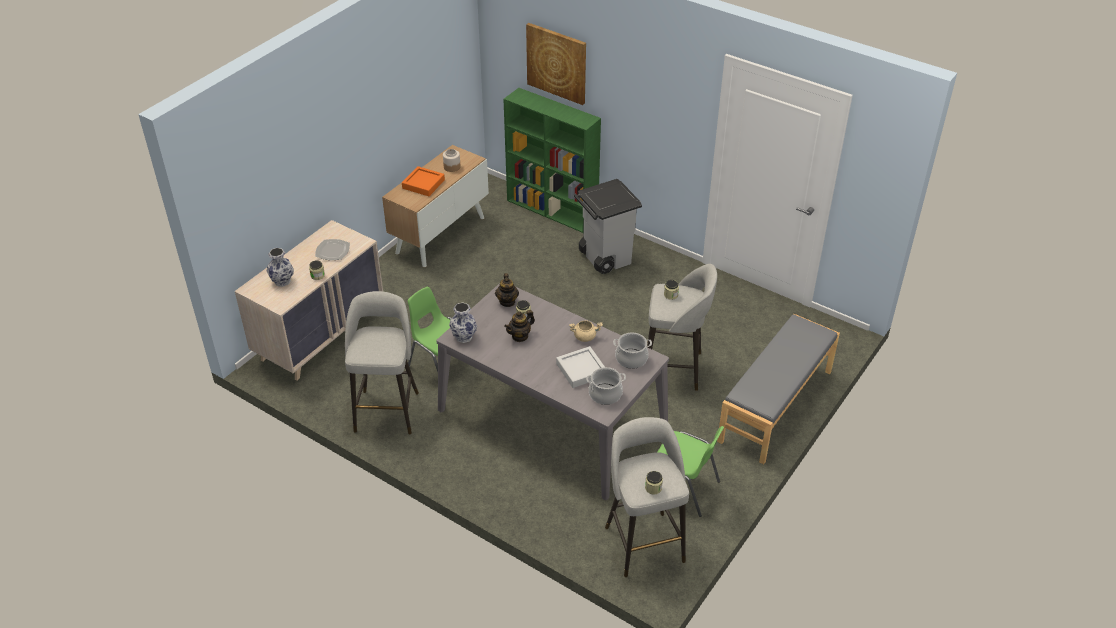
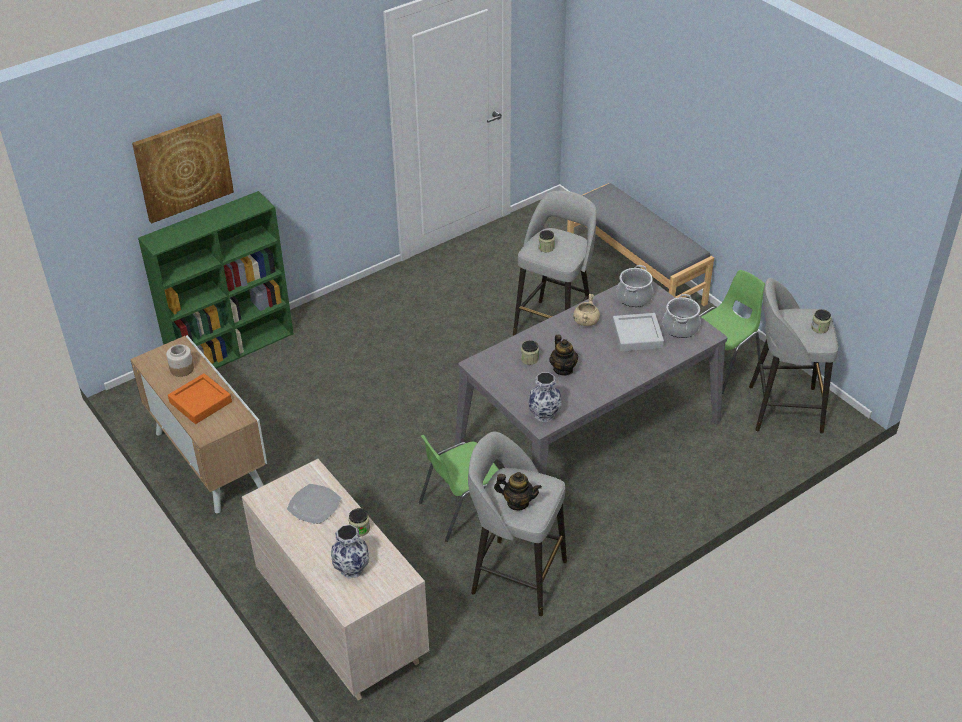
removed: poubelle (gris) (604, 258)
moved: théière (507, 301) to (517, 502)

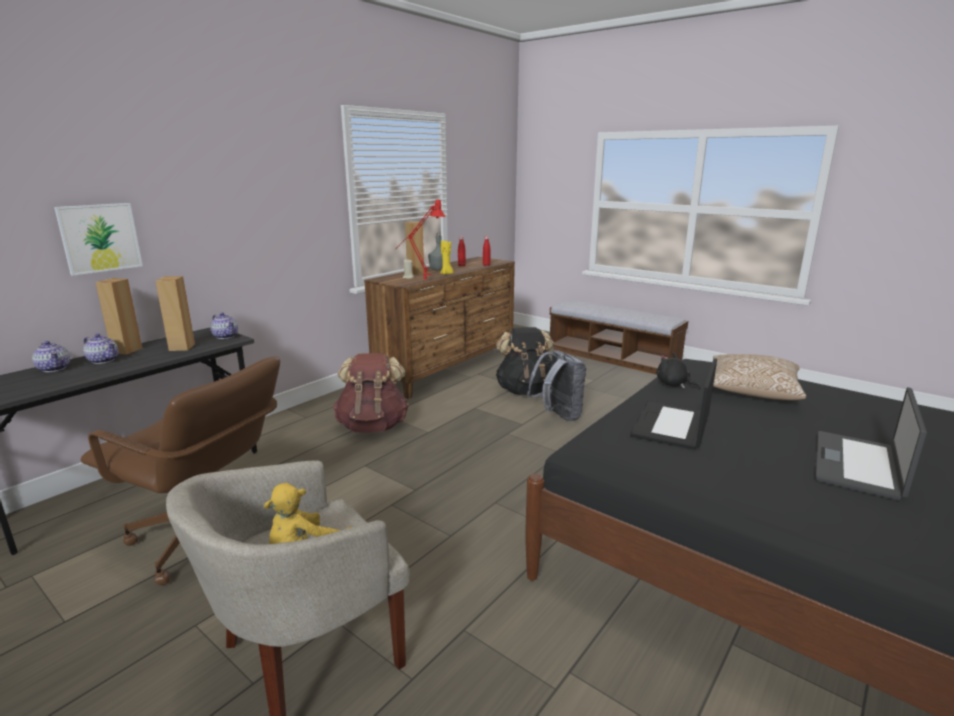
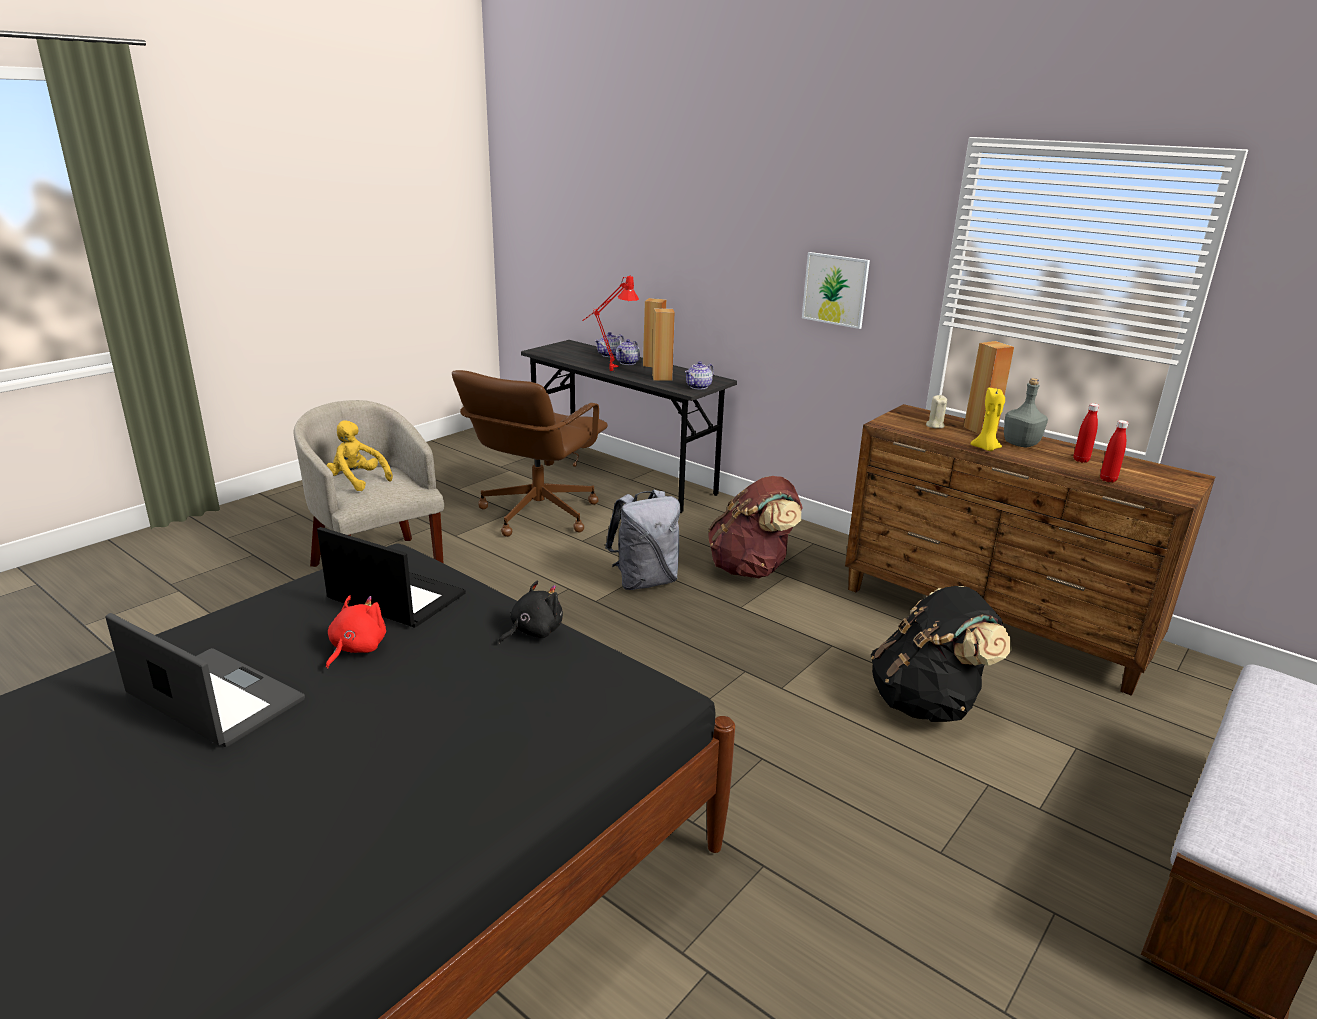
removed: coussin (752, 391)
added: peluche (rouge) (356, 649)
moved: tableau (100, 238) to (835, 289); lampe de table (rouge) (422, 281) to (607, 371); sac à dos (gris) (558, 416) to (645, 581)

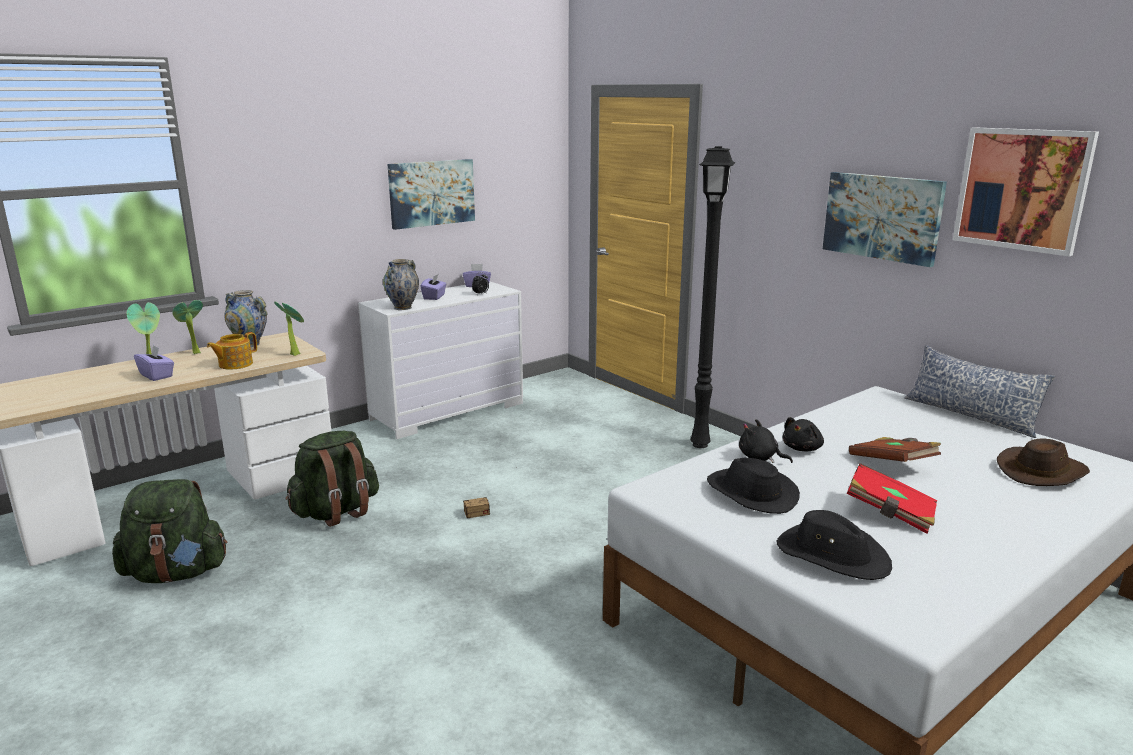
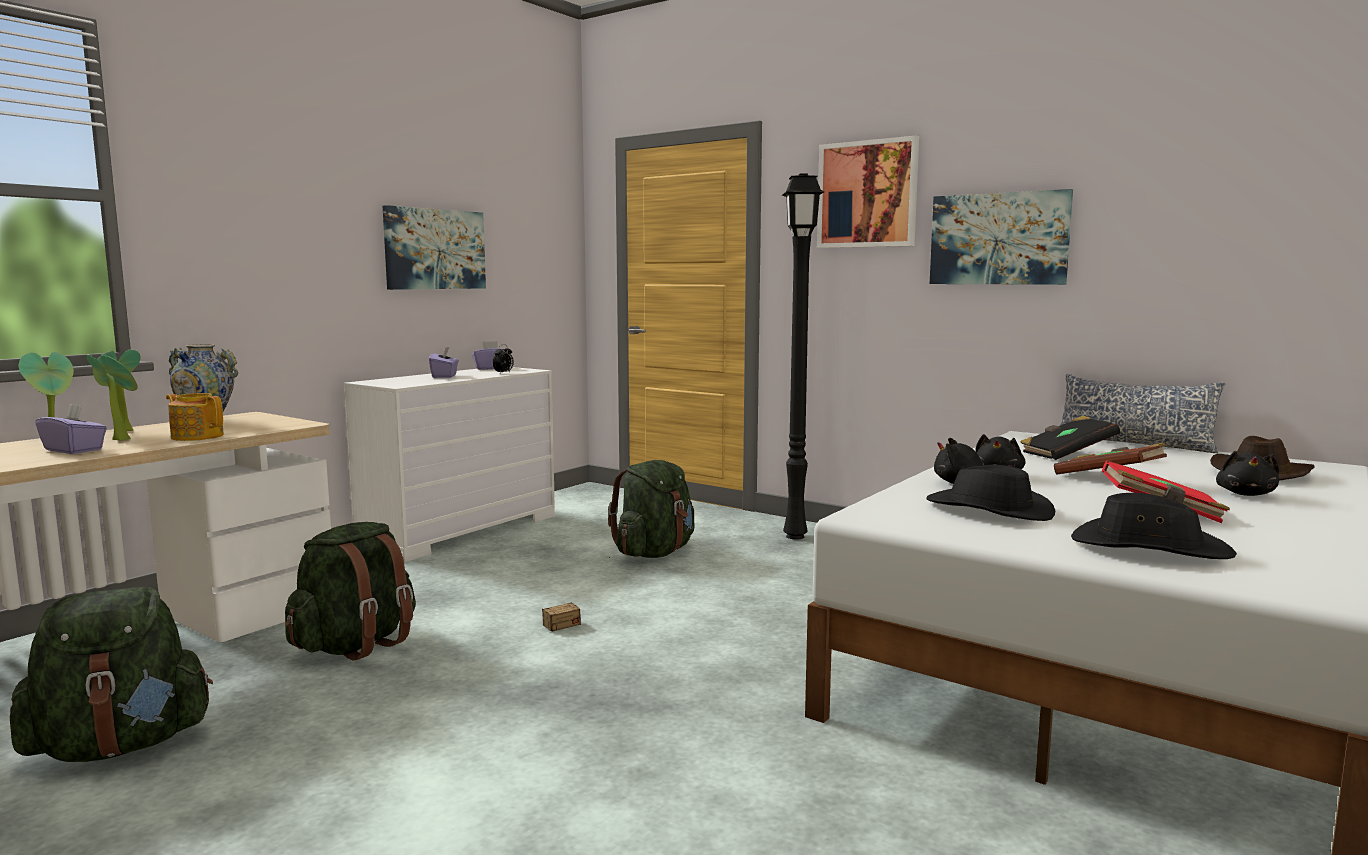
removed: vase (402, 308)
added: sac à dos (vert) (654, 553); livre (noir) (1067, 454); peluche (noir) (1246, 494)
moved: plante en pot (295, 354) to (121, 439); tableau (1022, 189) to (867, 194)
turned: théière (235, 364) = (197, 436) 90 degrees clockwise

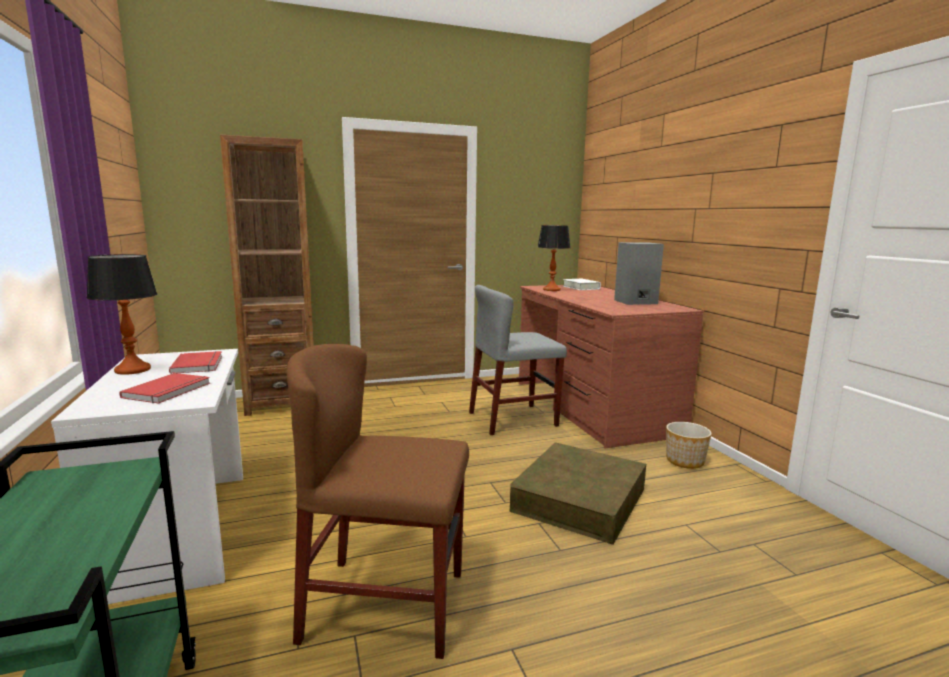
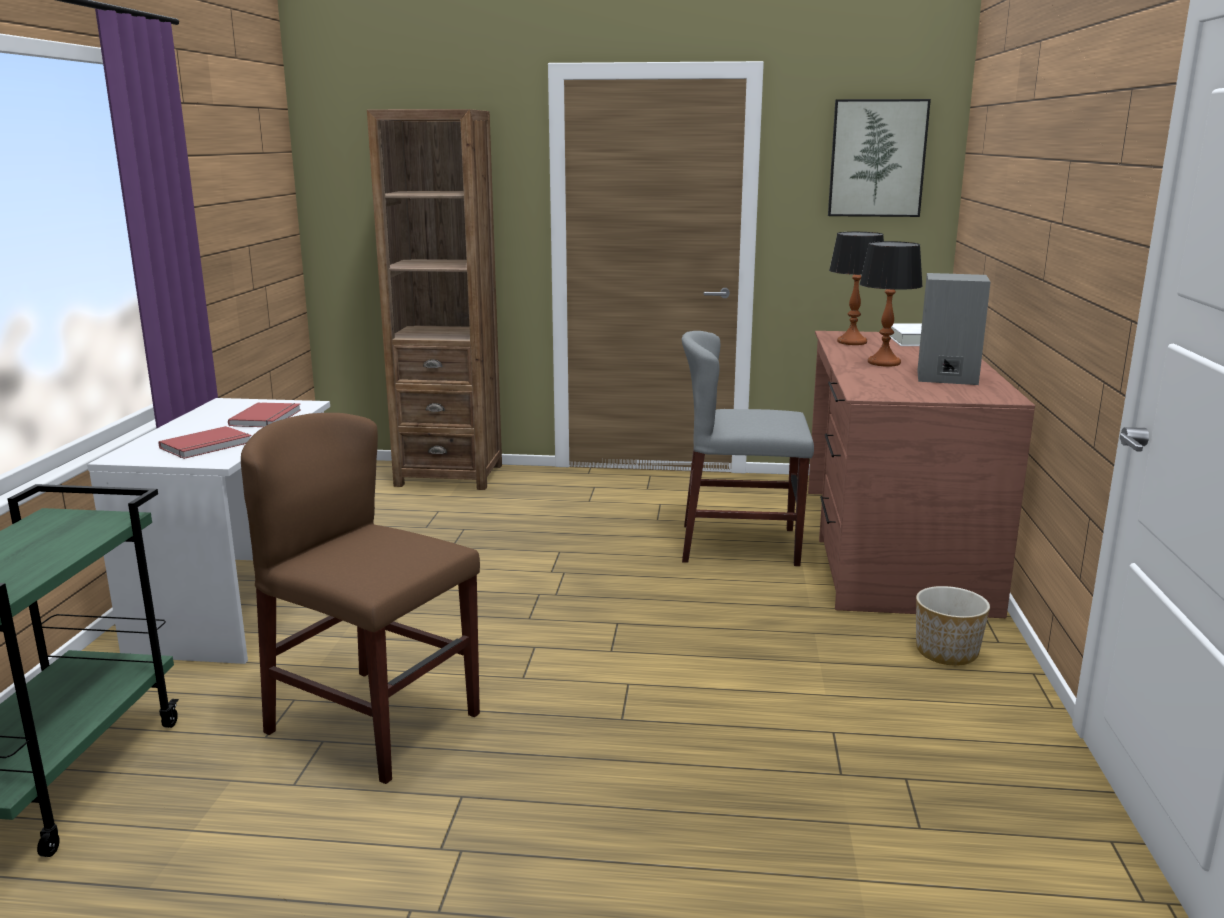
removed: boîte de rangement (marron) (579, 500)
added: tableau (877, 158)
moved: lampe de table (133, 370) to (884, 363)

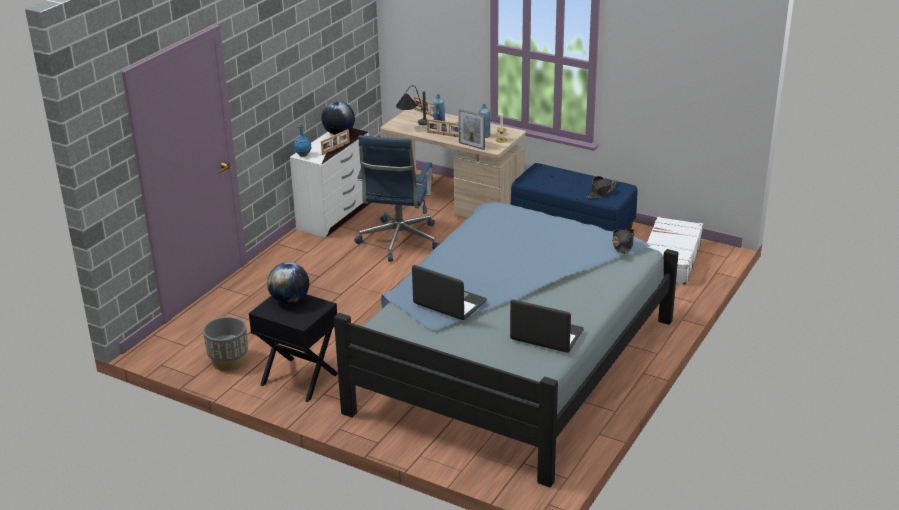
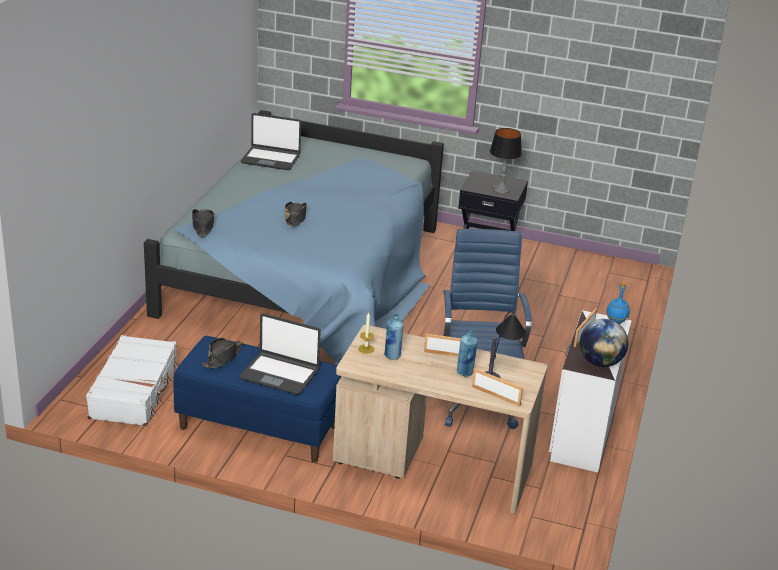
removed: cache-pot (gris) (228, 361); cadre photo (471, 146)
added: chapeau (noir) (295, 218)
moved: ordinateur portable (449, 303) to (279, 374)
replaced: globe (290, 301) to lampe de table (501, 190)

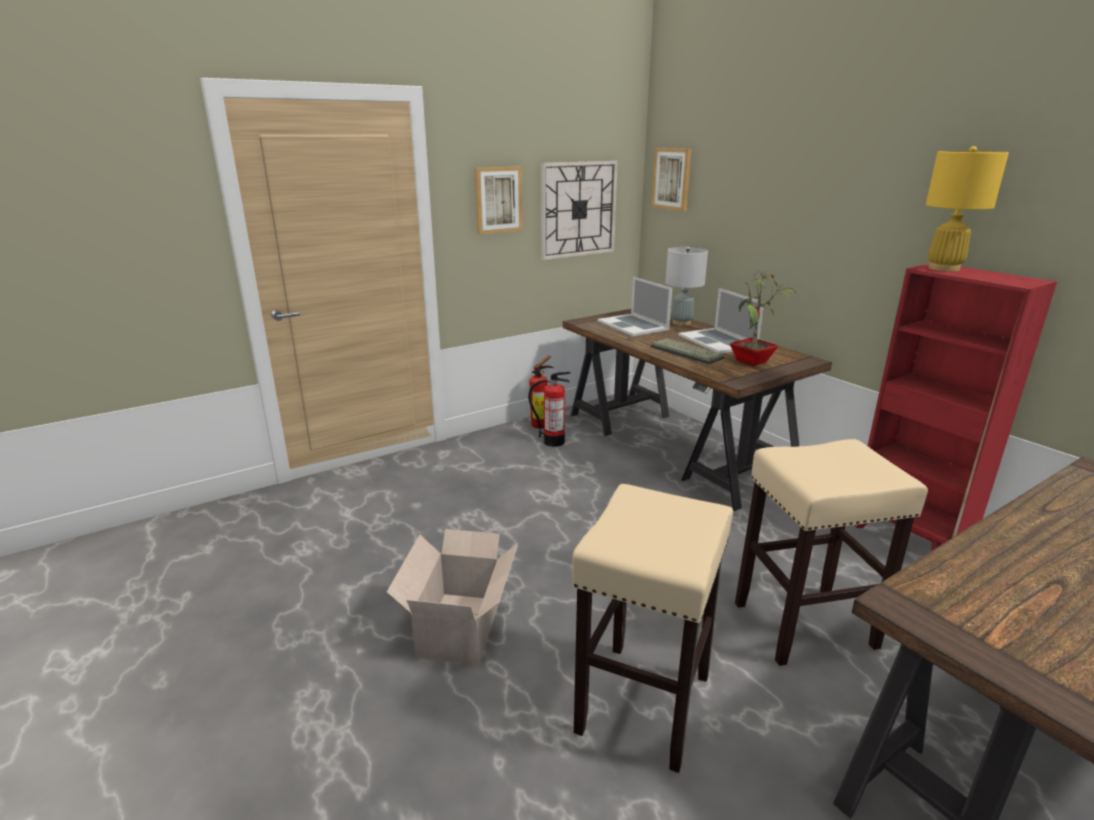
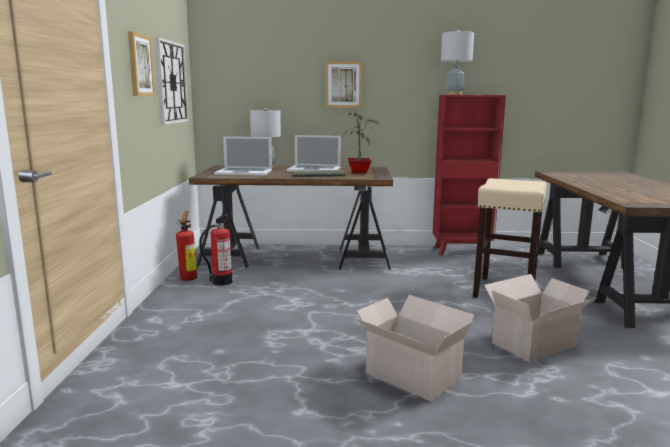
moved: tableau (672, 179) to (343, 84)
replaced: tabouret (beige) (643, 704) to carton (536, 344)
recoloured: lampe de table (jaune) (944, 268) to lampe de table (gris) (454, 94)

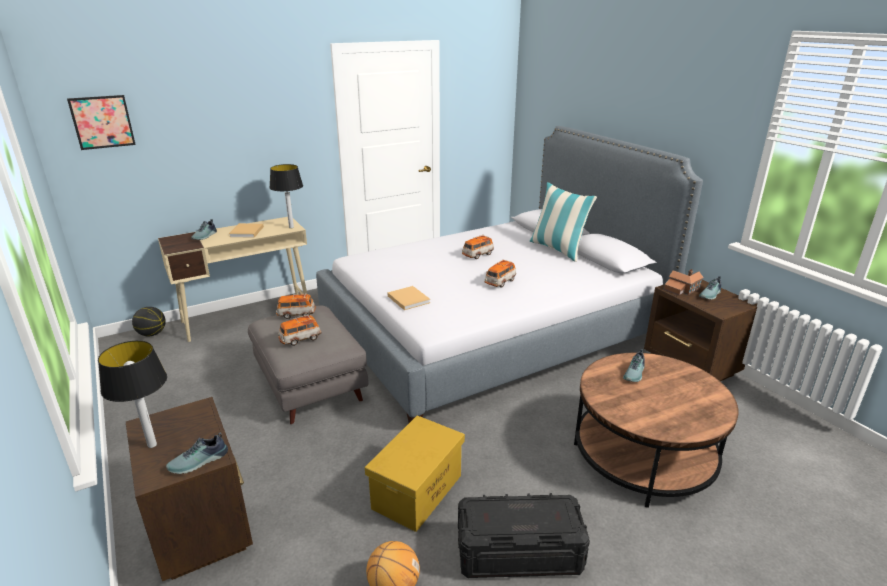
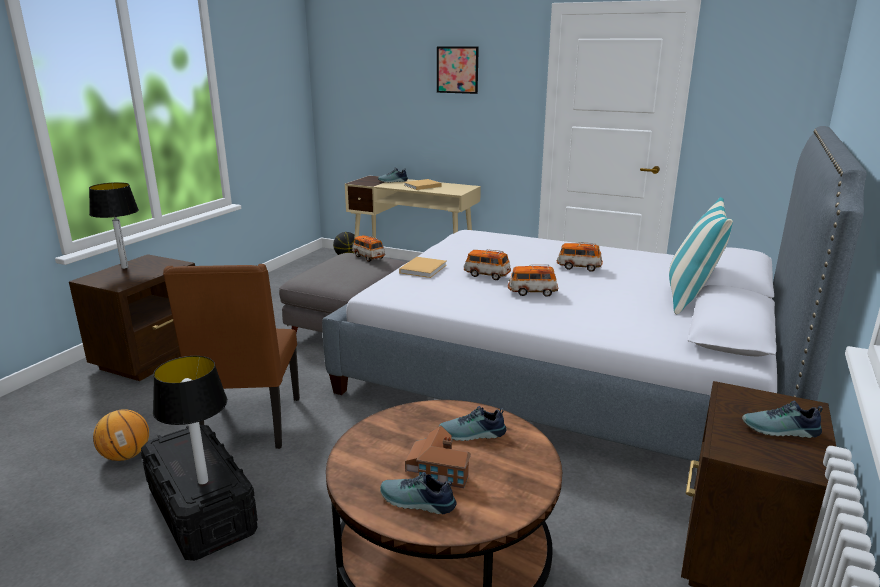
moved: tableau (102, 122) to (457, 70); chaussure (199, 462) to (416, 502); lampe de table (291, 227) to (202, 481); petite voiture (300, 339) to (486, 275); maison miniature (682, 289) to (438, 469)
replaced: boîte de rangement (jaune) (417, 492) to chaise (marron) (250, 425)

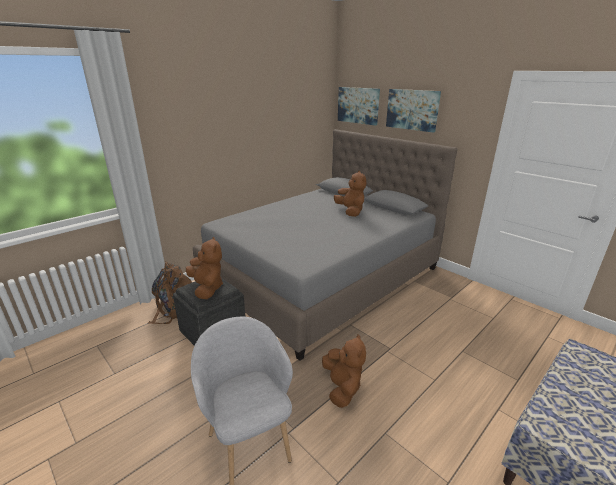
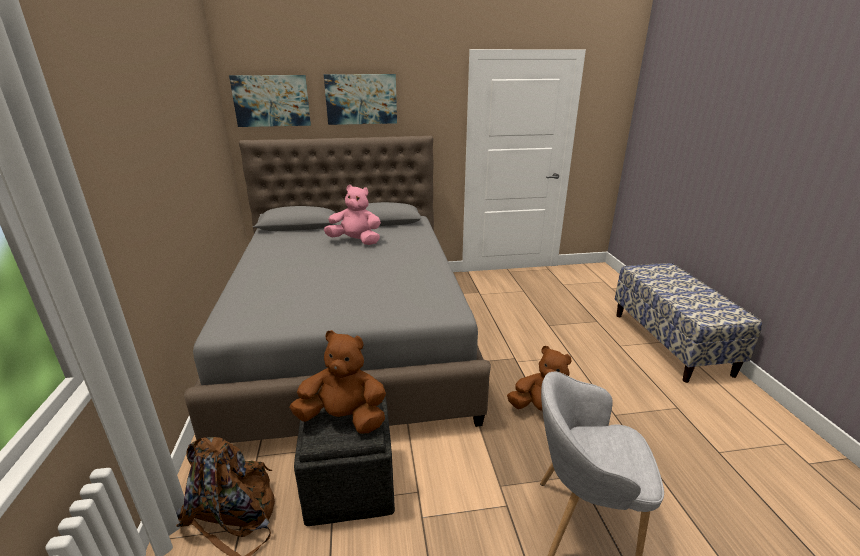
recoloured: peluche (marron) (350, 211) to peluche (rose) (356, 241)

